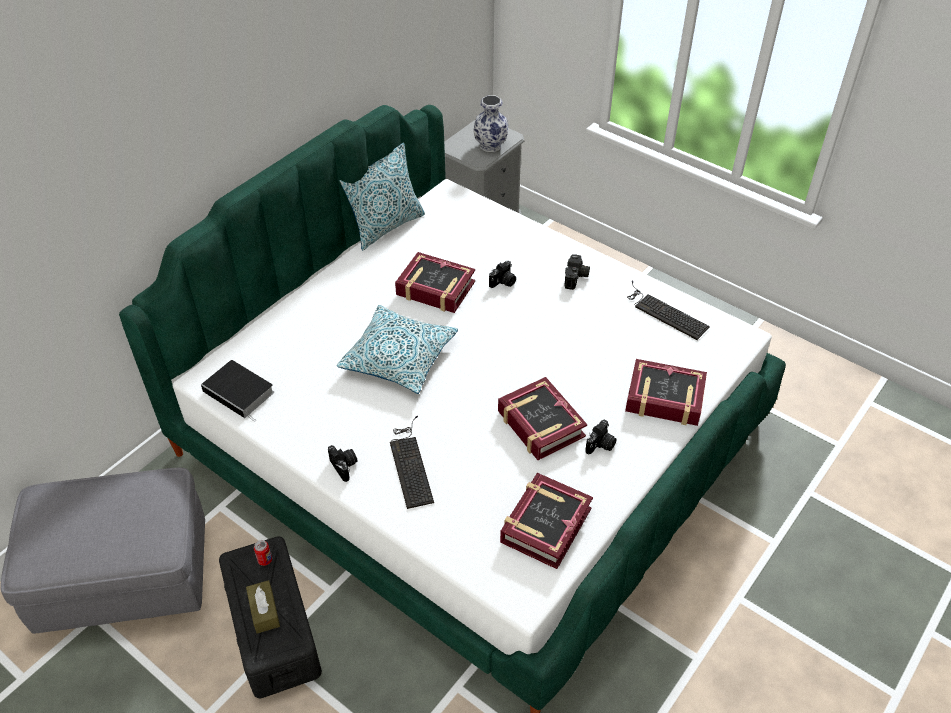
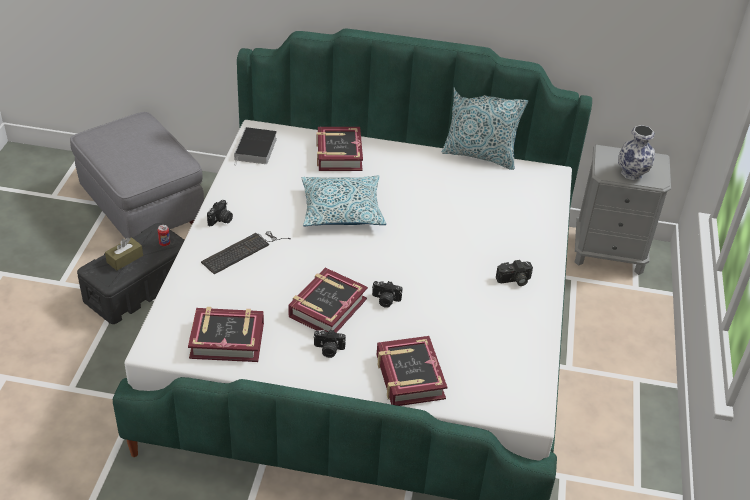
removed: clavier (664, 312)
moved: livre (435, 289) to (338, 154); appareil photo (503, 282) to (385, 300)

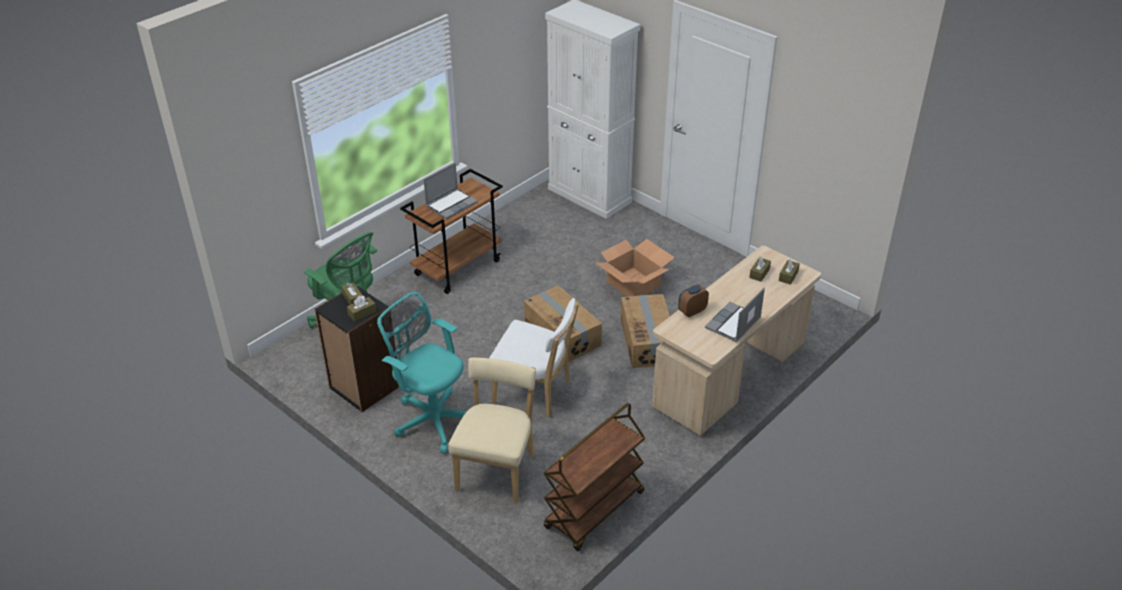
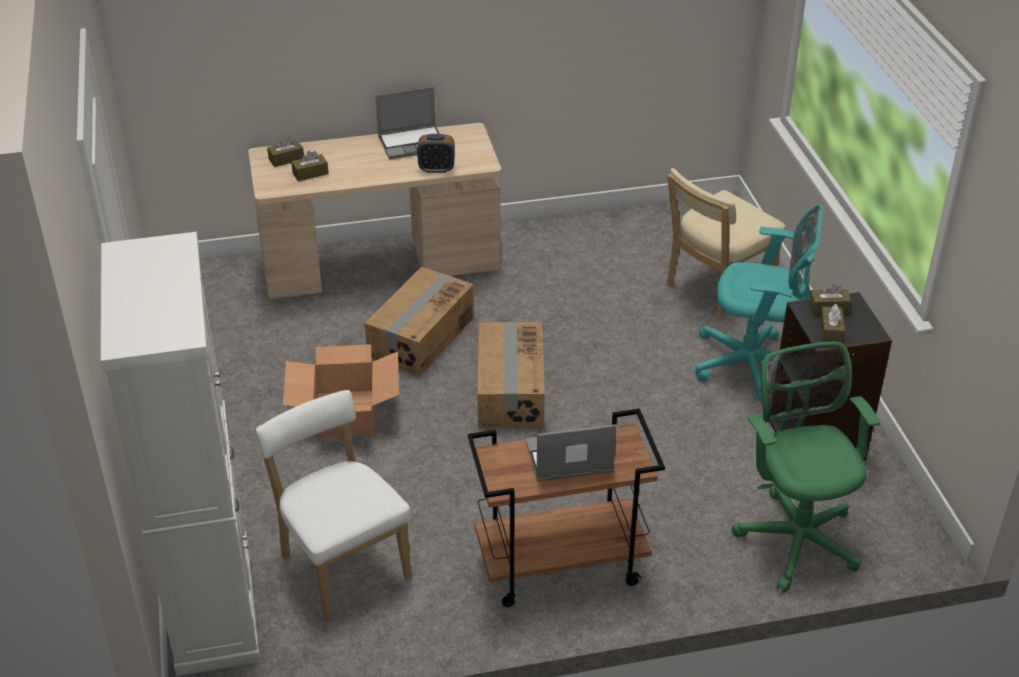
removed: chariot (marron) (594, 511)
moved: chaise (blanc) (535, 393) to (342, 564)
turned: chaise de bureau (turquoise) (432, 418) = (753, 366) 60 degrees counterclockwise

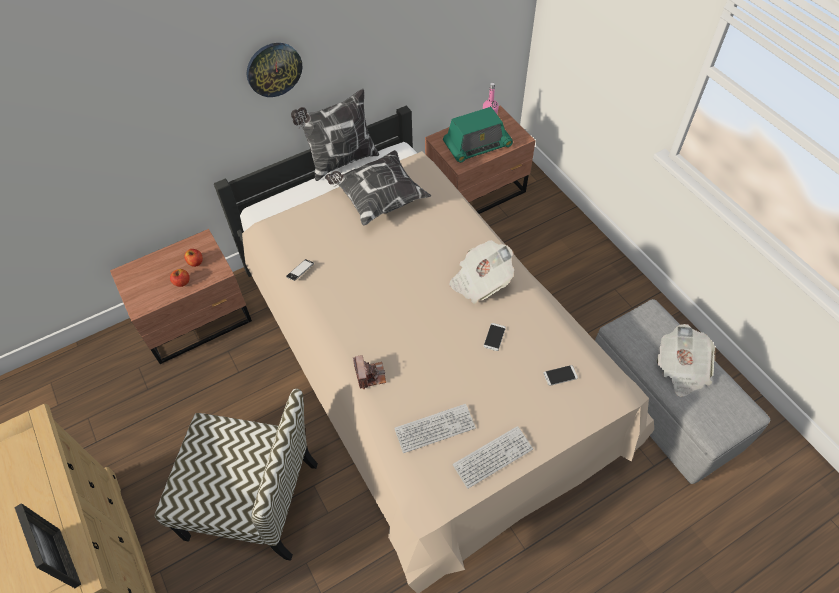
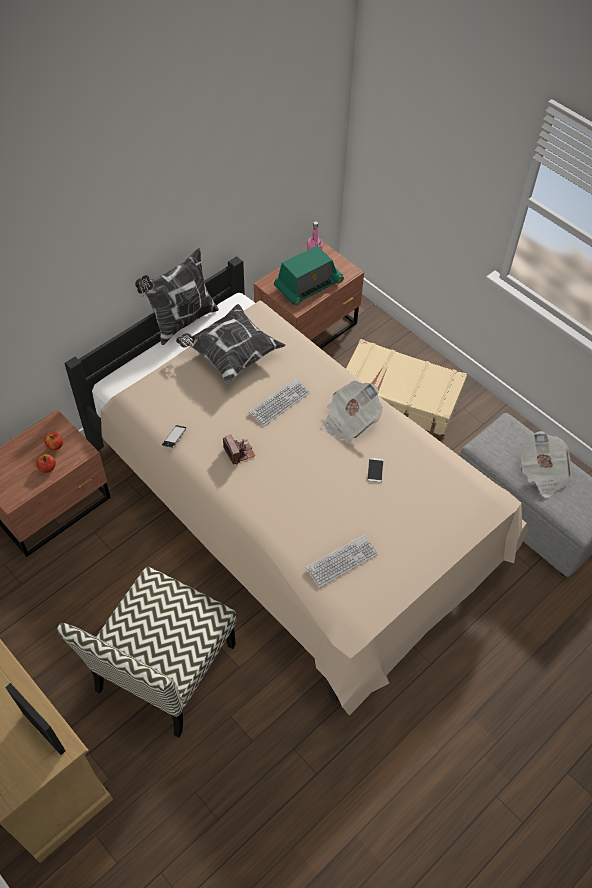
removed: horloge murale (274, 69); téléphone (560, 375)
added: valise (beige) (399, 397)
moved: appareil photo (370, 375) to (239, 452); clavier (493, 457) to (279, 403)
turned: chaise (255, 500) = (165, 670) 120 degrees clockwise

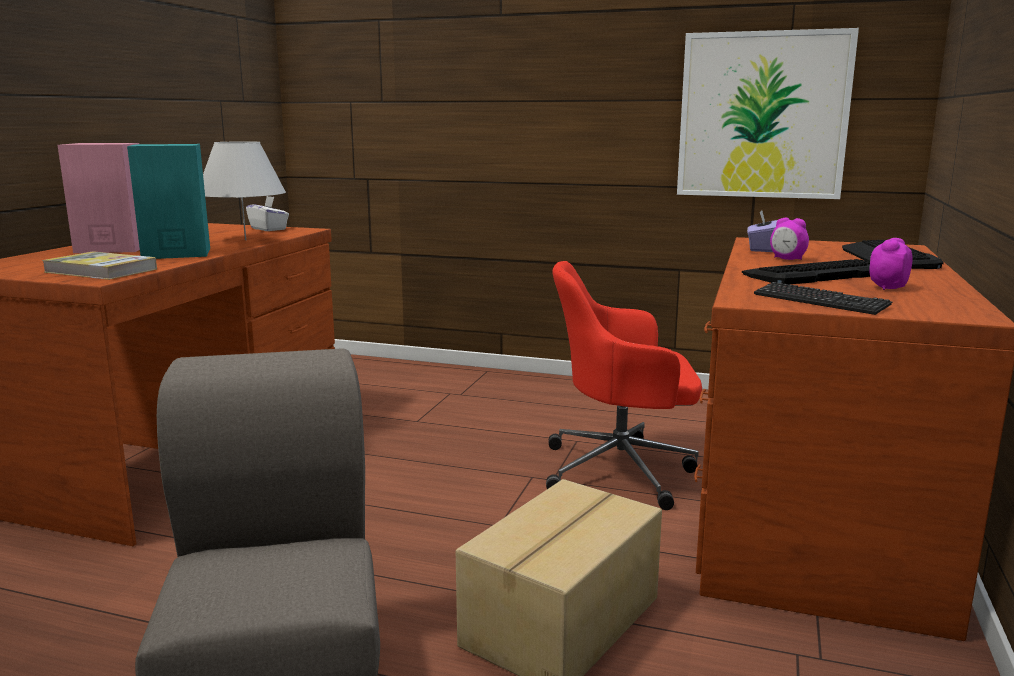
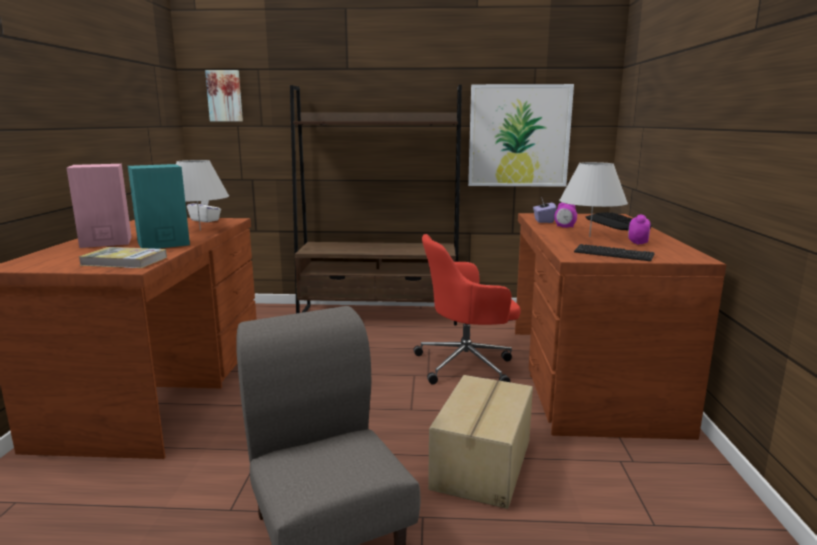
added: tableau (225, 96); bibliothèque (marron) (379, 315)
replaced: clavier (813, 274) to lampe de table (blanc) (589, 236)

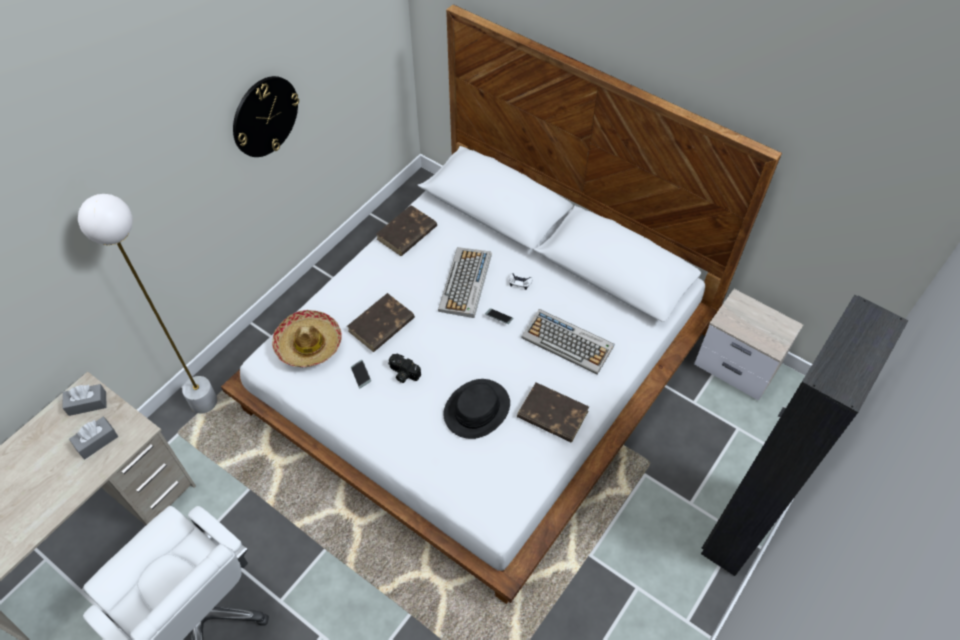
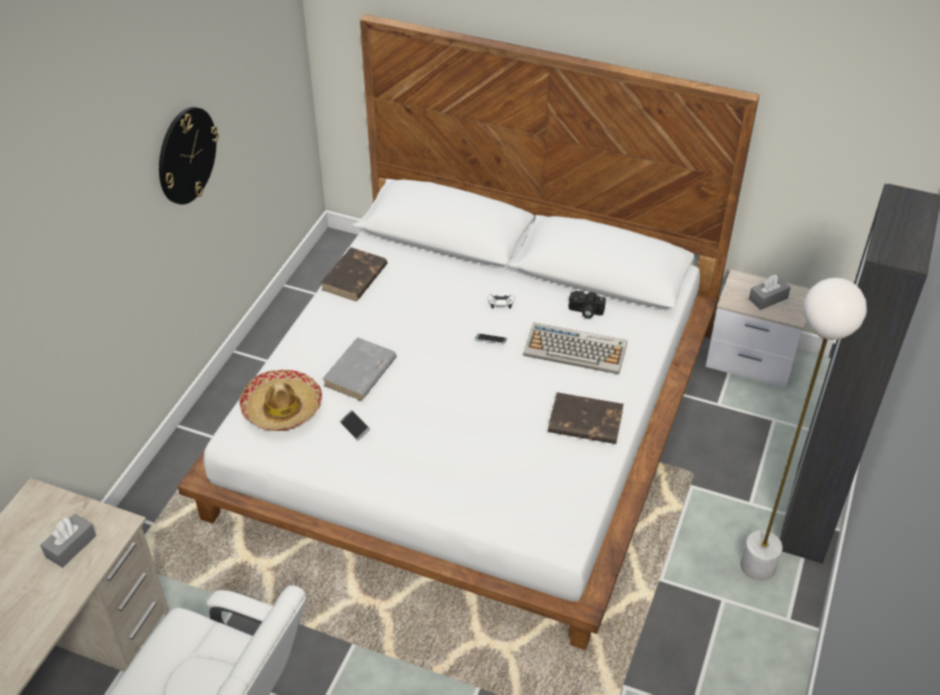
removed: clavier (465, 283); chapeau (noir) (477, 409)
moved: boîte à mouchoirs (gris) (87, 403) to (768, 298); lampadaire (blanc) (204, 402) to (758, 566); appareil photo (403, 374) to (585, 312)
recoloured: livre (marron) (381, 325) to livre (gris) (360, 372)

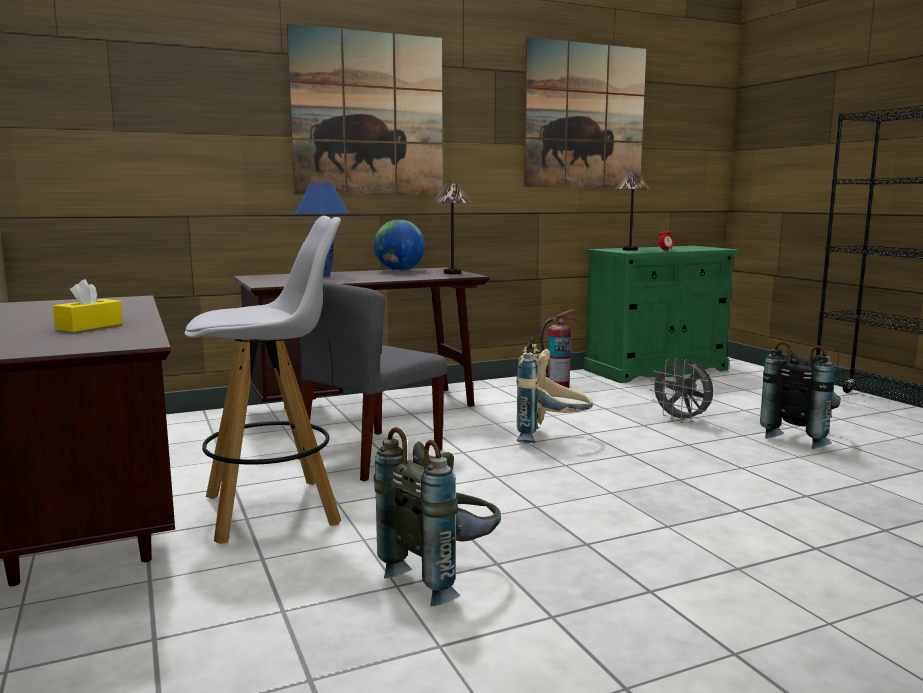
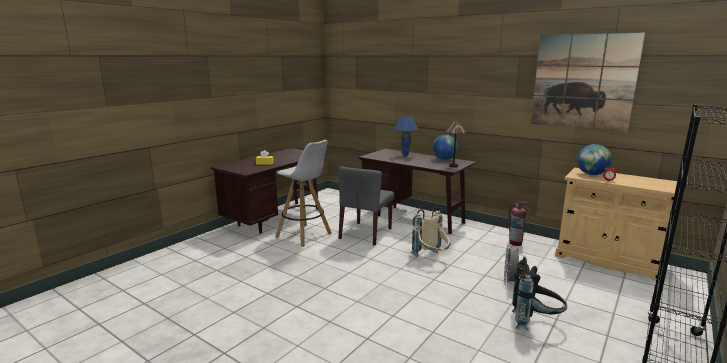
removed: tableau (368, 114); sac à dos (gris) (443, 576)
replaced: lampe de table (630, 250) to globe (592, 174)
recoloured: meuble de rangement (vert) (656, 370) to meuble de rangement (beige) (608, 260)
turned: chaise (gris) (370, 455) = (365, 233) 75 degrees counterclockwise

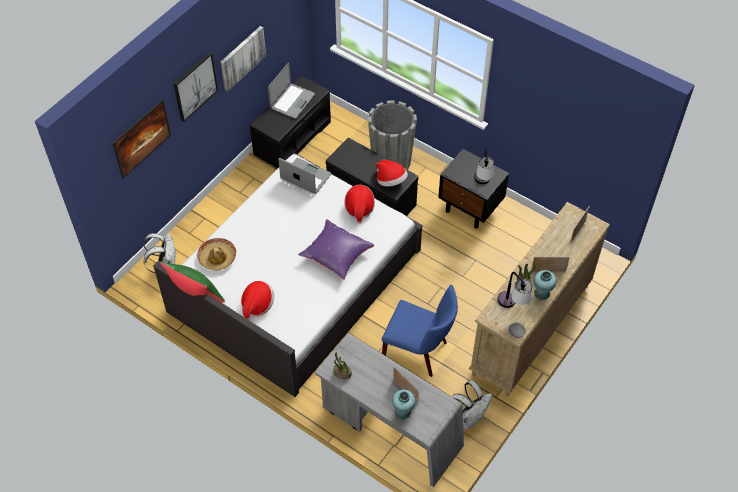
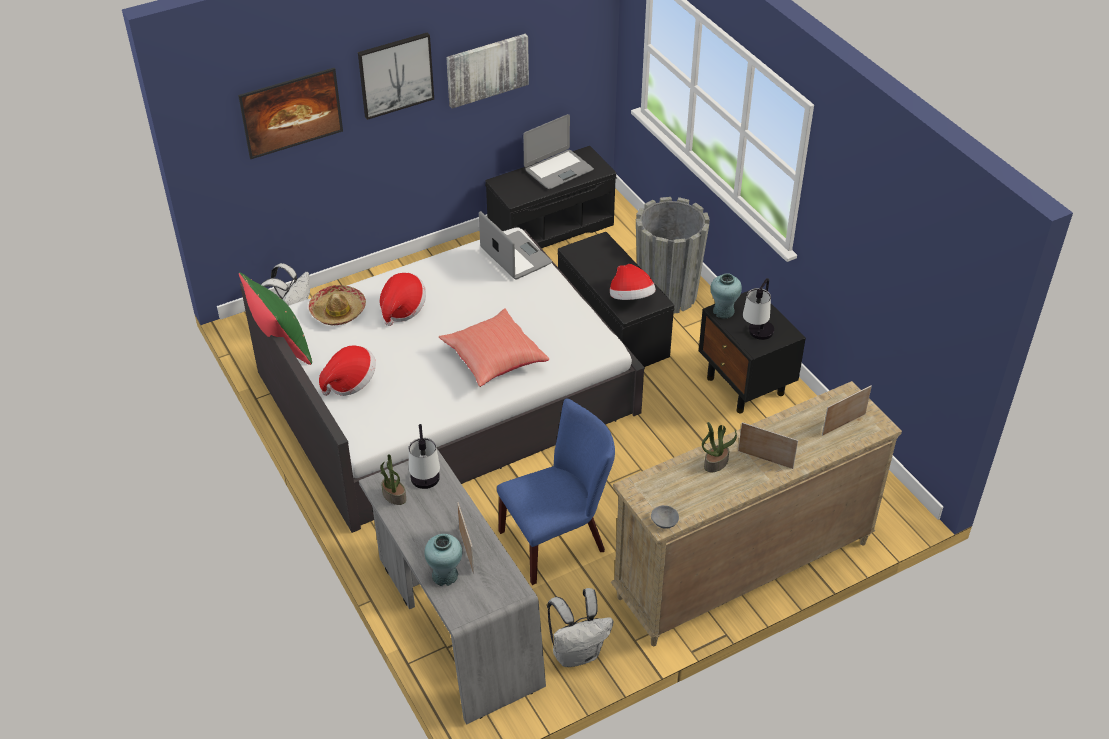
moved: chapeau (359, 208) to (402, 309); lampe de table (512, 306) to (426, 488); vase (turquoise) (542, 293) to (723, 311)
recoloured: coussin (violet) (336, 256) to coussin (rouge) (493, 360)
turned: chaise (bleu) (419, 352) = (558, 539) 75 degrees counterclockwise

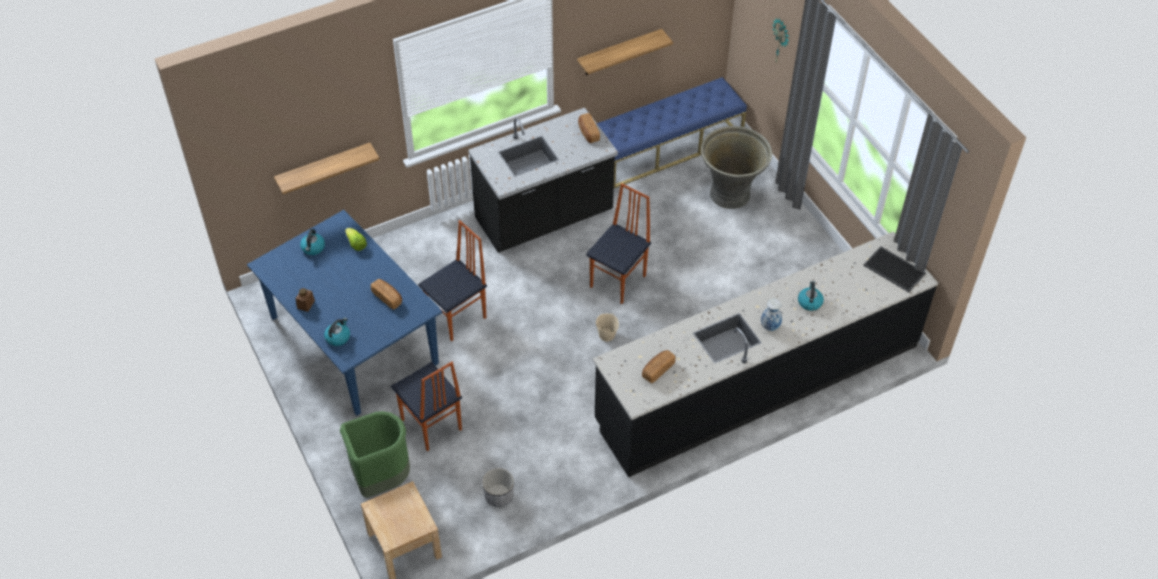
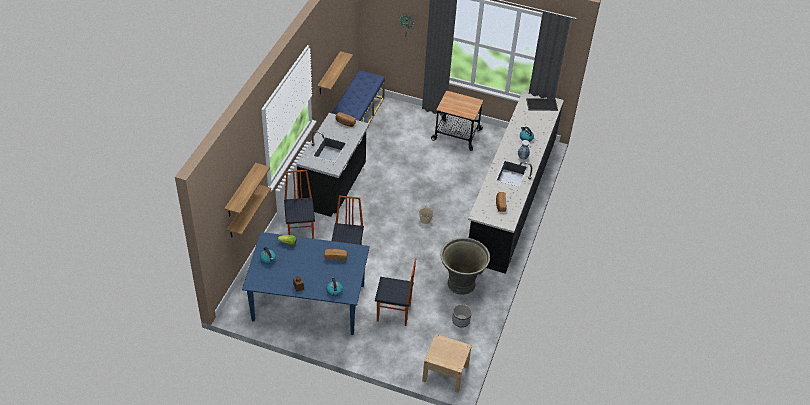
removed: poubelle (vert) (381, 480)
added: étagère (240, 191); chariot (456, 134)
moved: chaise (619, 281) to (301, 232); cache-pot (gris) (731, 194) to (461, 283)

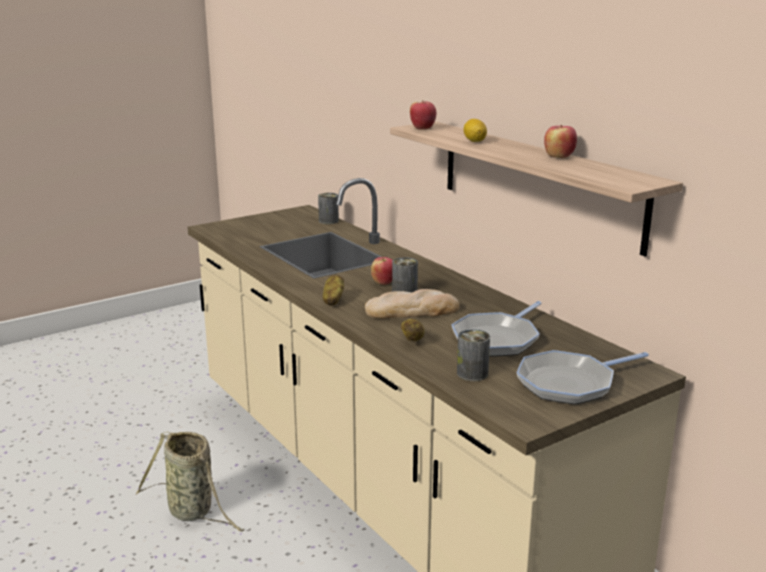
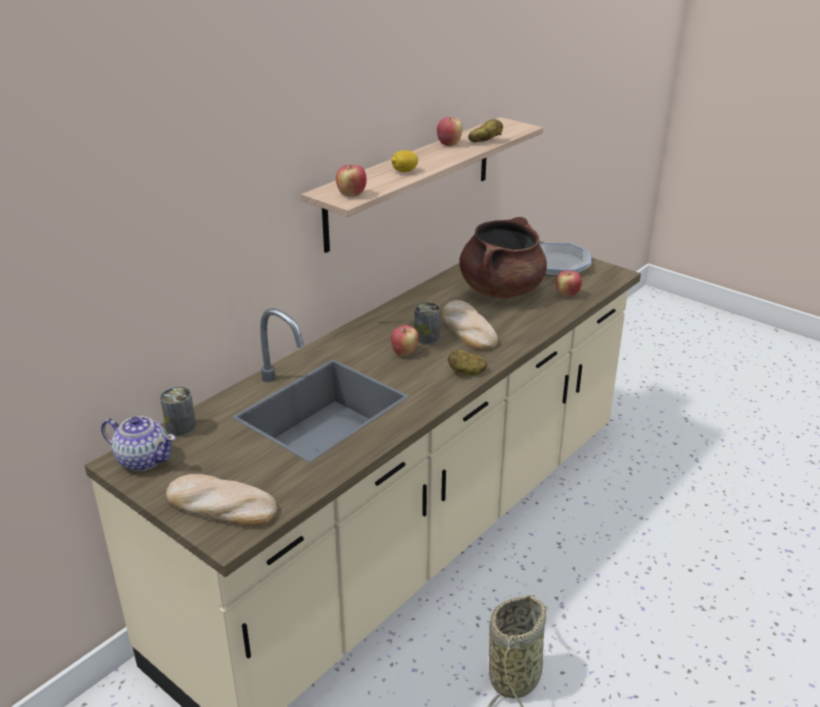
added: théière (143, 459); pain (220, 506)
moved: pomme de terre (413, 340) to (485, 141)
replaced: poêle (497, 339) to marmite (marron) (501, 290); boîte métallique (472, 373) to pomme (567, 294)

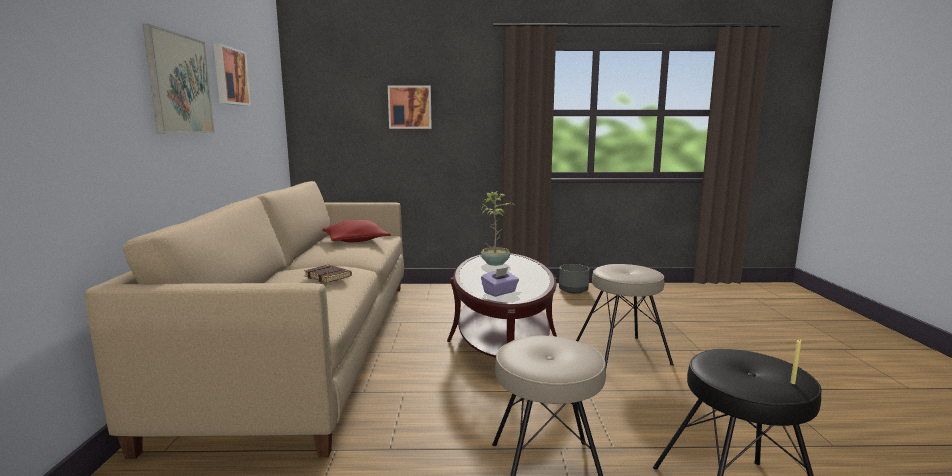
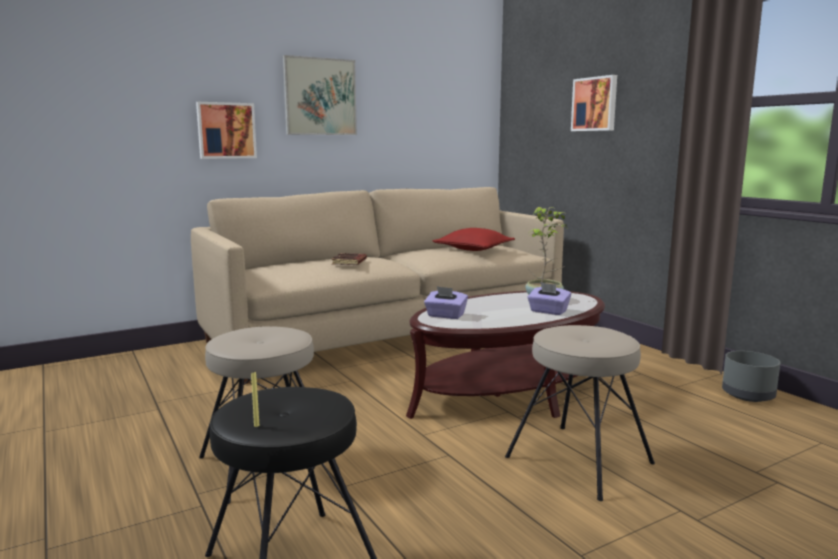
added: boîte à mouchoirs (violet) (548, 311)
moved: tableau (230, 76) to (226, 130)

